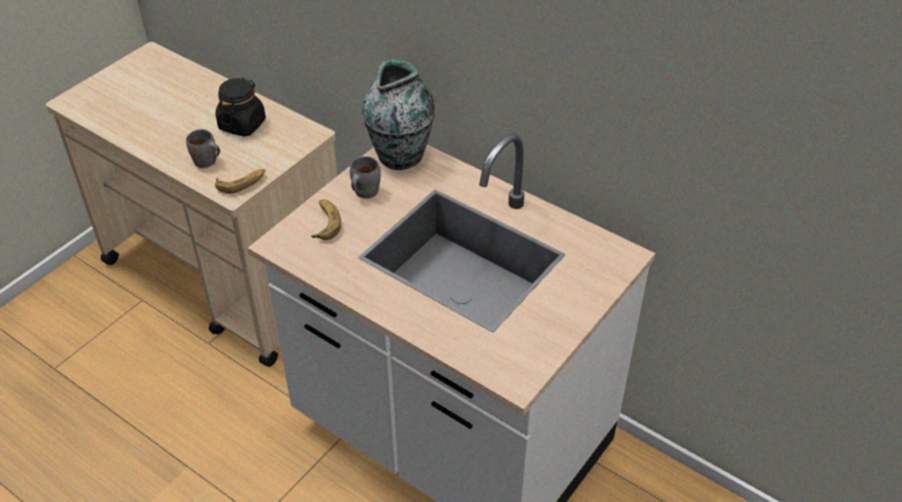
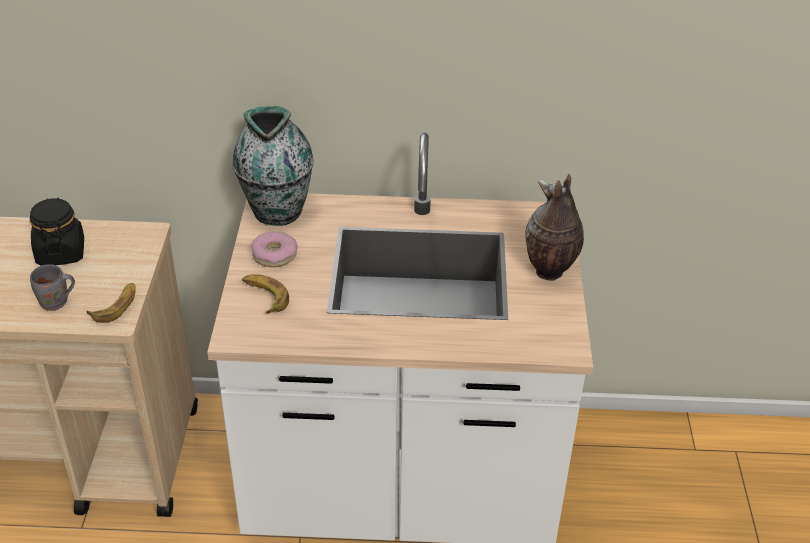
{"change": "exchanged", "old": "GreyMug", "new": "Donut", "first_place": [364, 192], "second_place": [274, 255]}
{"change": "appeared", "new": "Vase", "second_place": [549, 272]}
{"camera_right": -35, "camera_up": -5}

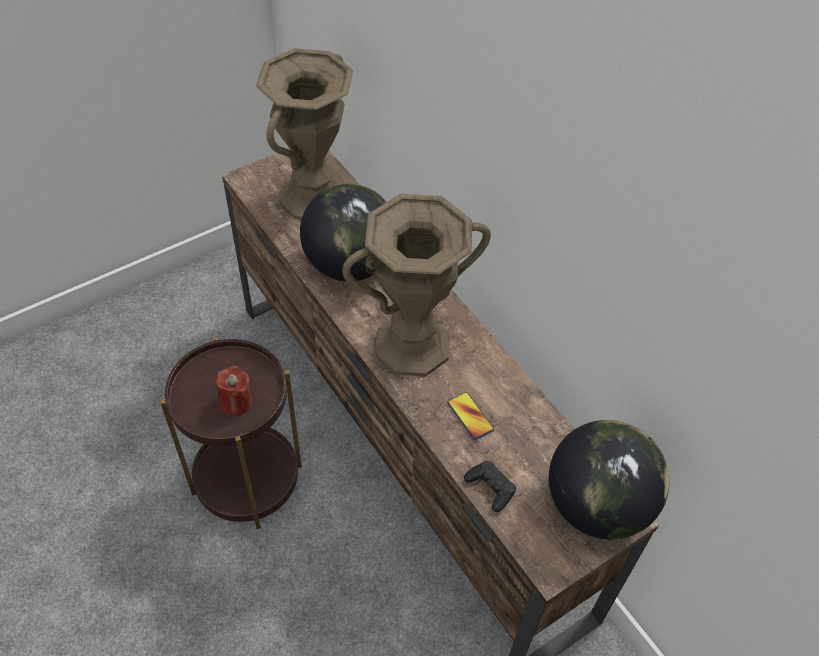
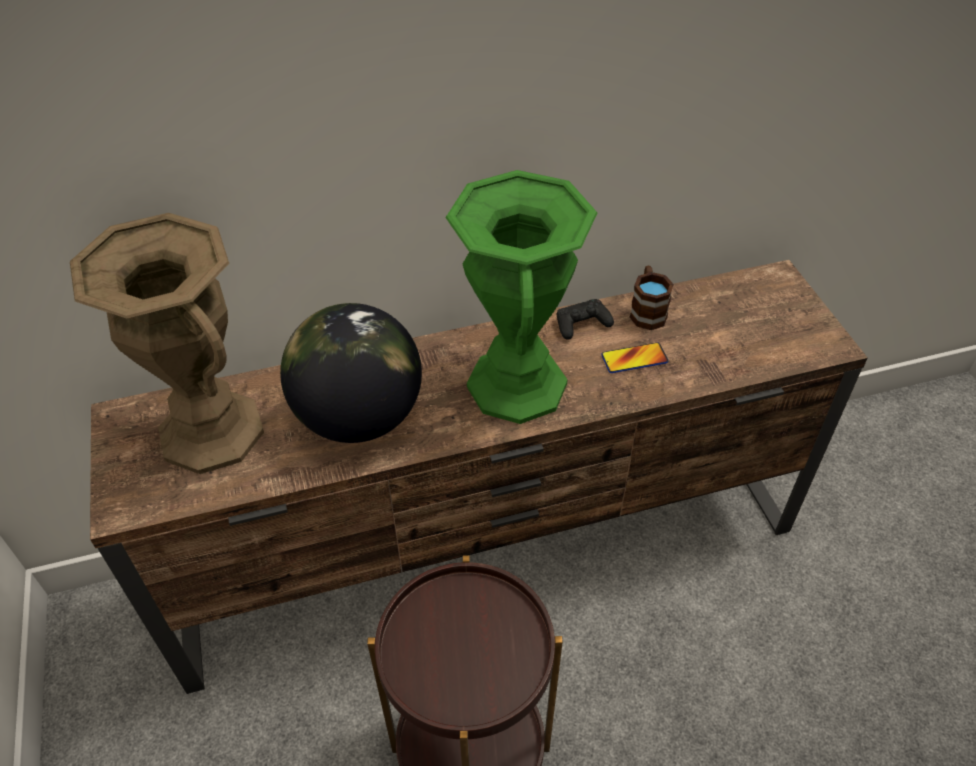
{"change": "missing", "old": "RedCandle", "first_place": [236, 401]}
{"change": "colour", "old": "BrownVase", "new": "GreenVase", "first_place": [412, 345], "second_place": [516, 385]}
{"change": "relocated", "old": "BlackGameController", "first_place": [490, 488], "second_place": [582, 324]}
{"change": "missing", "old": "Globe", "first_place": [597, 505]}
{"change": "appeared", "new": "BrownMug", "second_place": [647, 310]}
{"camera_right": -70, "camera_up": -5}

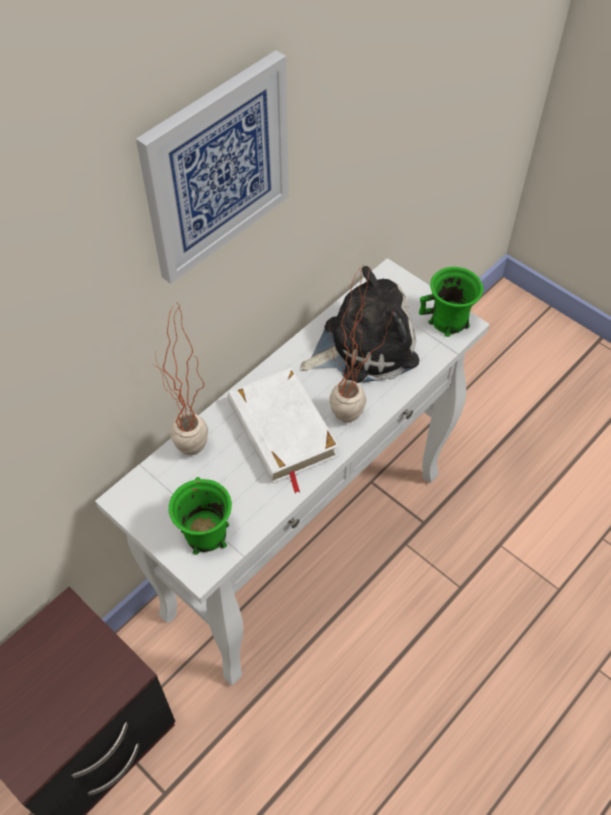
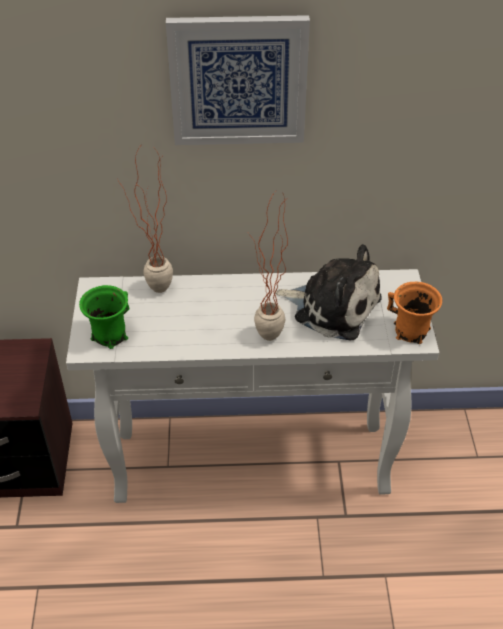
{"change": "missing", "old": "WhiteBook", "first_place": [281, 430]}
{"change": "colour", "old": "GreenMug", "new": "OrangeMug", "first_place": [449, 321], "second_place": [410, 331]}
{"camera_right": 45, "camera_up": -10}

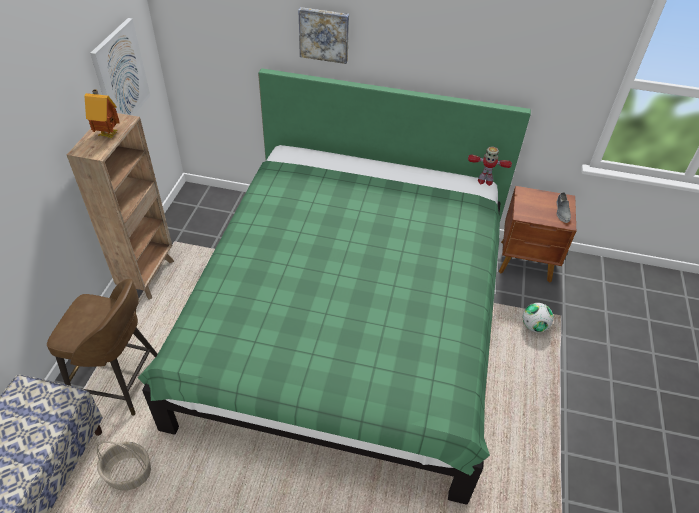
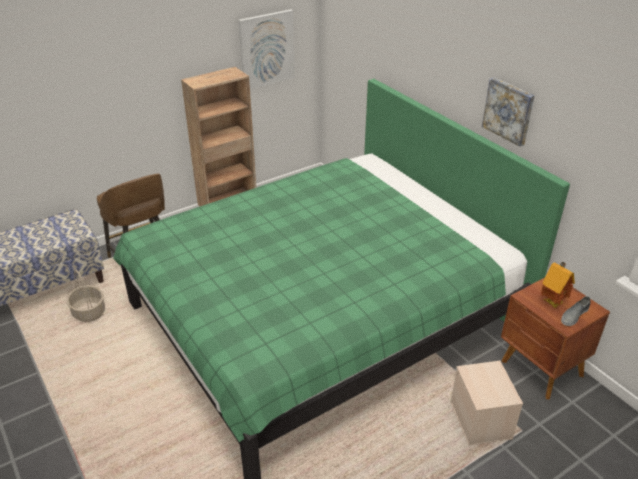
{"change": "relocated", "old": "ToyHouse", "first_place": [108, 134], "second_place": [553, 302]}
{"change": "relocated", "old": "Picture", "first_place": [324, 34], "second_place": [509, 111]}
{"change": "missing", "old": "ToyRobot", "first_place": [484, 181]}
{"change": "exchanged", "old": "Football", "new": "BeigeStorageBox", "first_place": [534, 326], "second_place": [481, 420]}
{"camera_right": 45, "camera_up": -10}

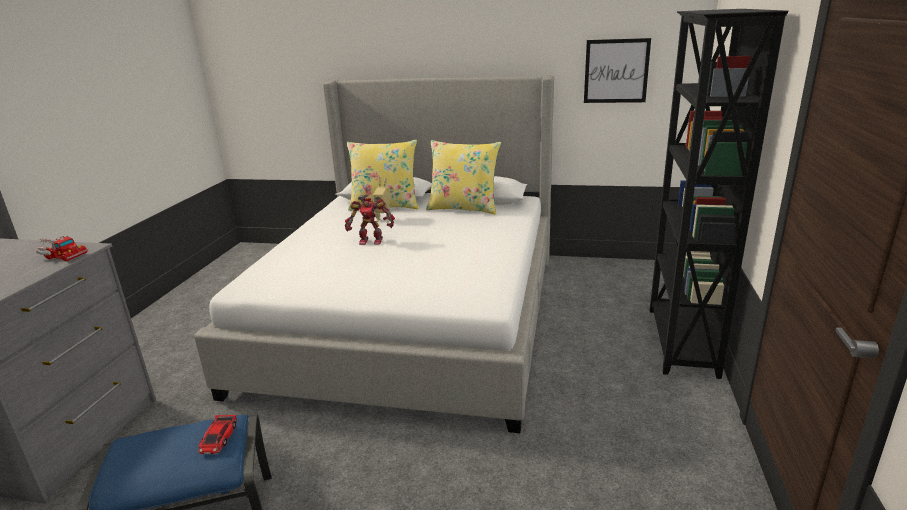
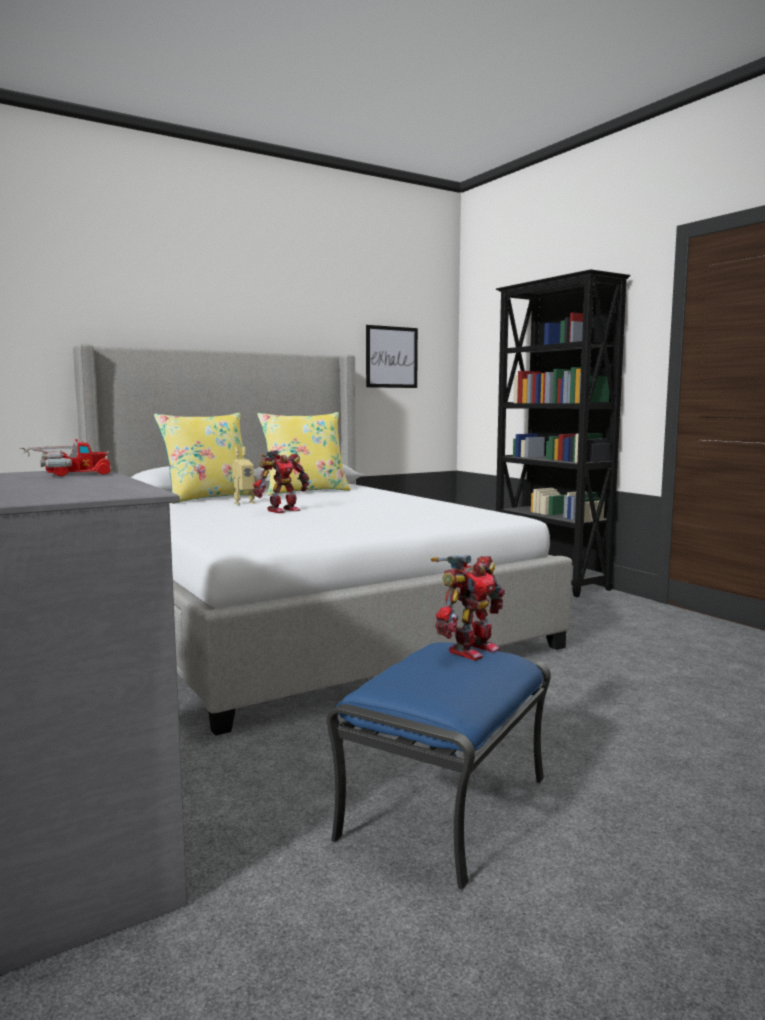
{"change": "exchanged", "old": "ToyCar", "new": "ToyRobot", "first_place": [218, 438], "second_place": [470, 650]}
{"camera_right": -45, "camera_up": -15}

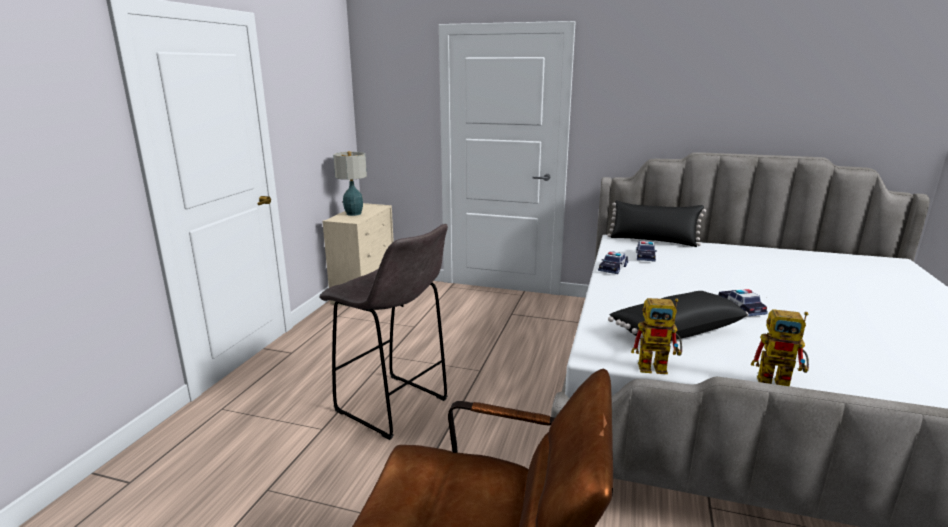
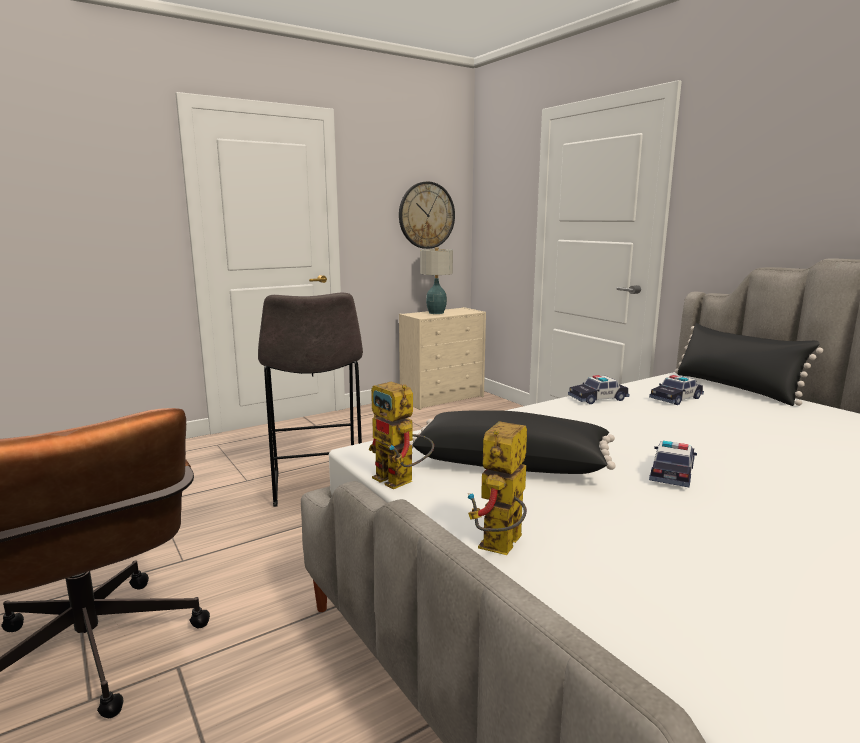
{"change": "spun", "old": "ToyRobot", "first_place": [780, 383], "second_place": [501, 548], "degrees": 60}
{"change": "appeared", "new": "WallClock", "second_place": [426, 215]}
{"camera_right": 40, "camera_up": -5}

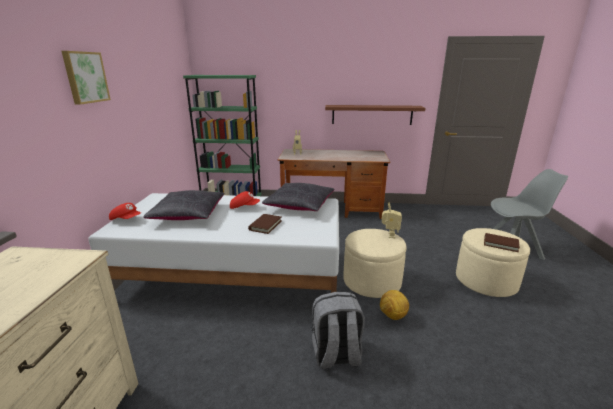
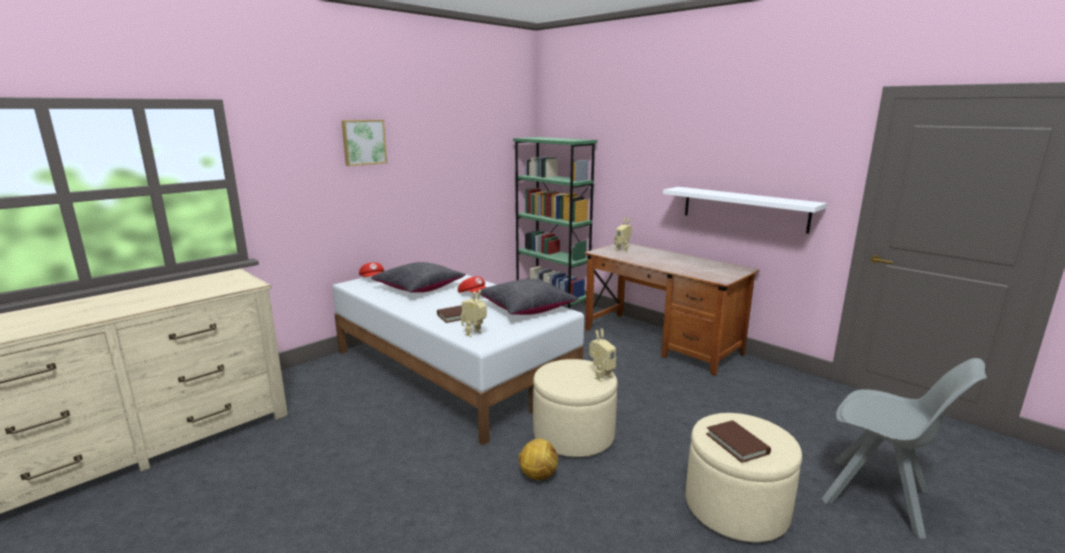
{"change": "missing", "old": "GreyBackpack", "first_place": [336, 355]}
{"change": "colour", "old": "BrownShelf", "new": "WhiteShelf", "first_place": [372, 114], "second_place": [744, 208]}
{"change": "appeared", "new": "ToyRobot", "second_place": [475, 334]}
{"camera_right": 40, "camera_up": -5}

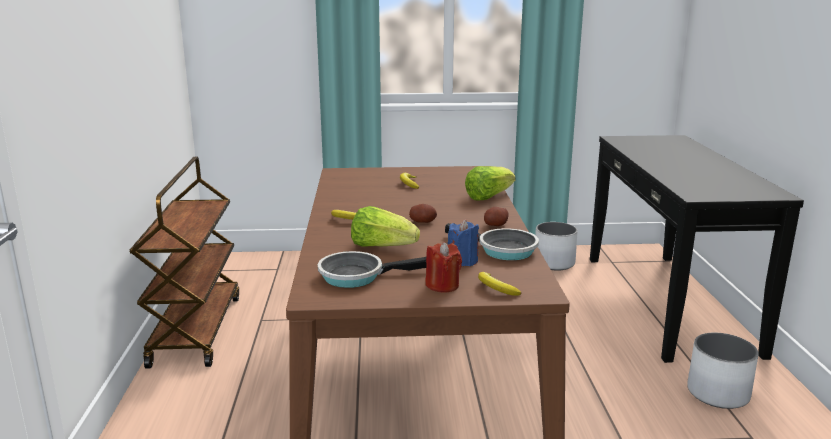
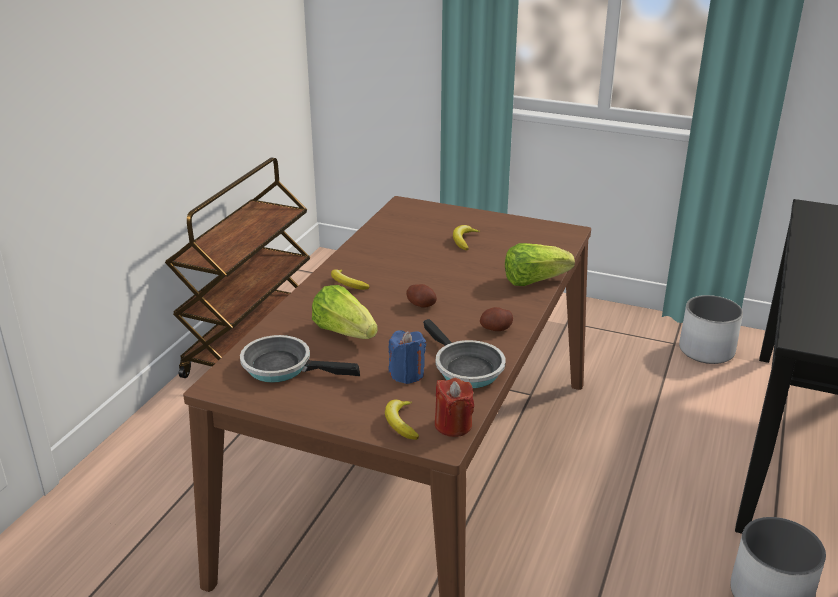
{"change": "relocated", "old": "RedCandle", "first_place": [442, 285], "second_place": [453, 425]}
{"camera_right": 25, "camera_up": 10}

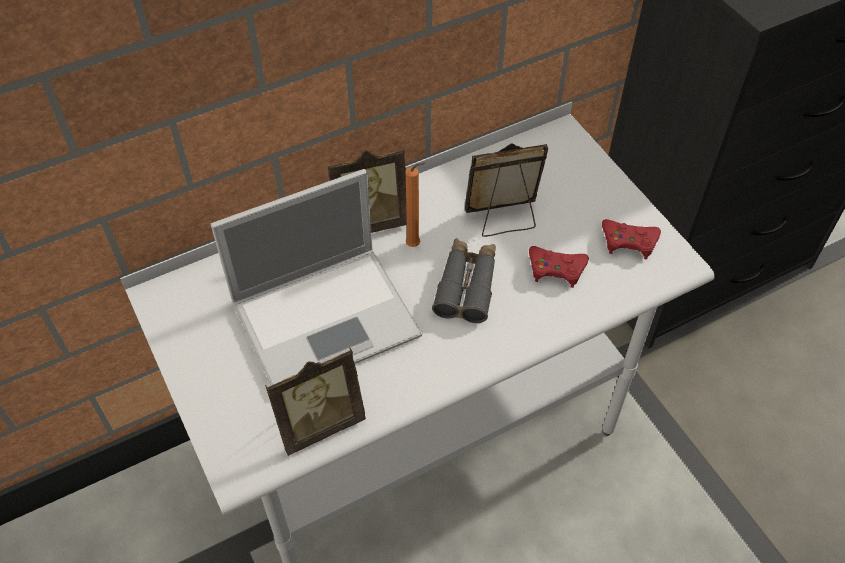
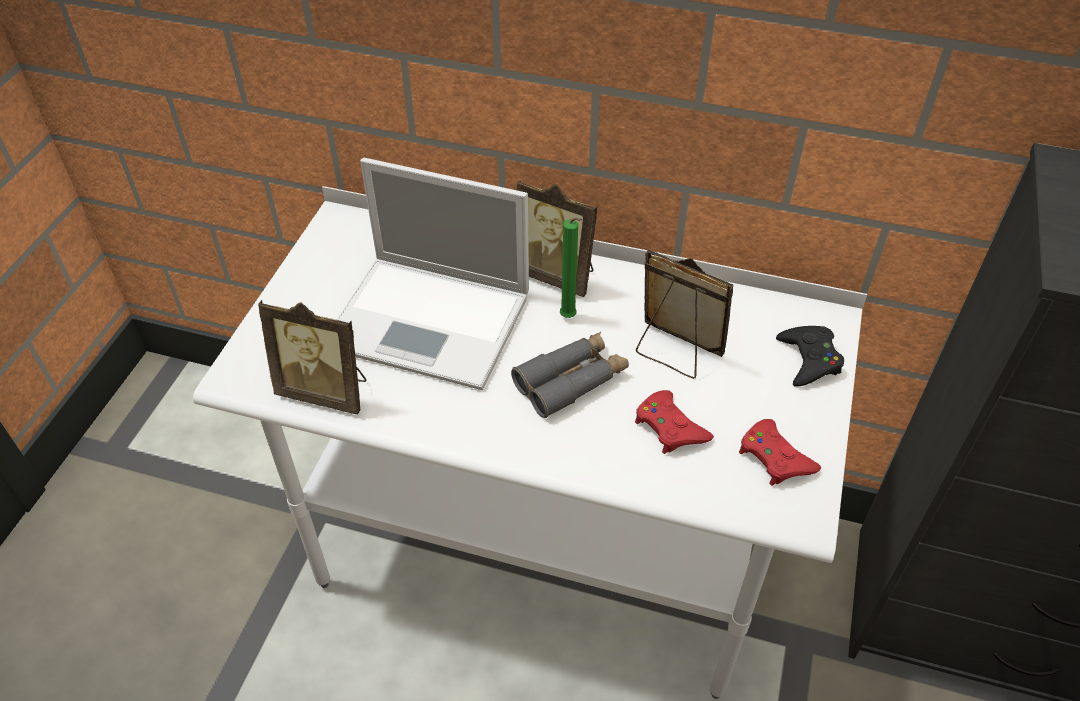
{"change": "colour", "old": "OrangeCandle", "new": "GreenCandle", "first_place": [415, 245], "second_place": [569, 318]}
{"change": "appeared", "new": "BlackGameController", "second_place": [809, 360]}
{"camera_right": 45, "camera_up": -5}

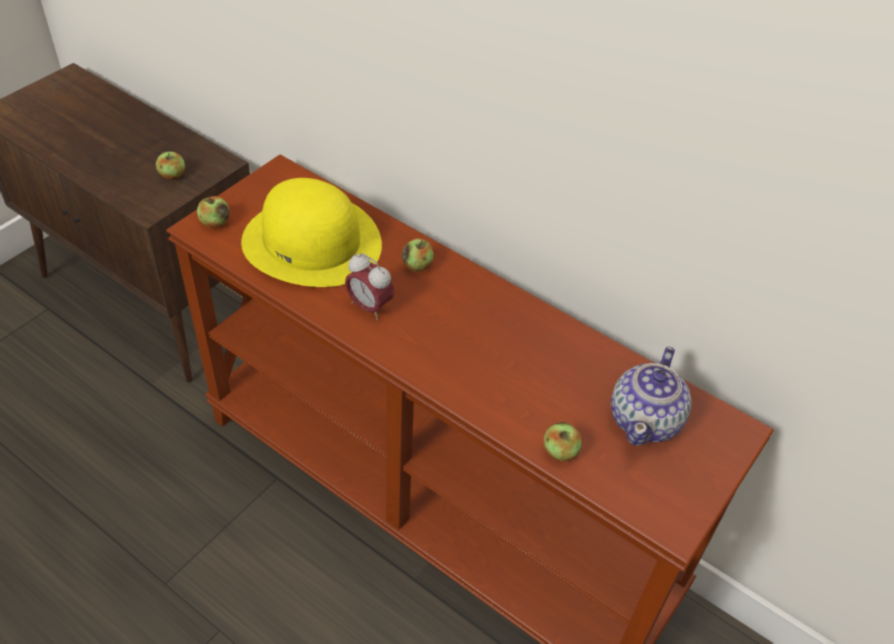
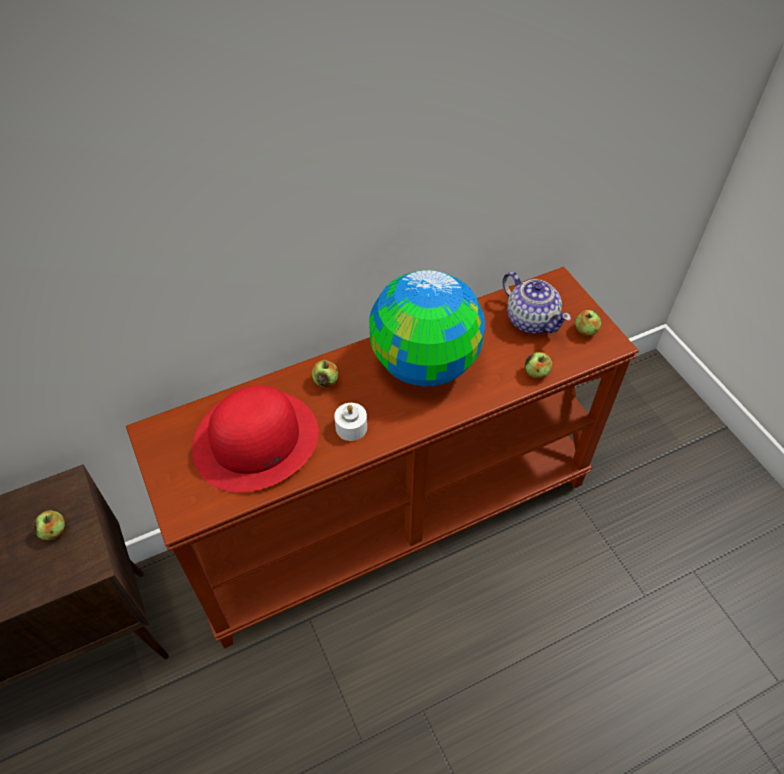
{"change": "relocated", "old": "Apple", "first_place": [215, 223], "second_place": [585, 331]}
{"change": "colour", "old": "YellowHat", "new": "RedHat", "first_place": [312, 242], "second_place": [256, 439]}
{"change": "exchanged", "old": "AlarmClock", "new": "WhiteCandle", "first_place": [369, 307], "second_place": [351, 427]}
{"change": "appeared", "new": "Globe", "second_place": [425, 364]}
{"camera_right": -60, "camera_up": 5}

